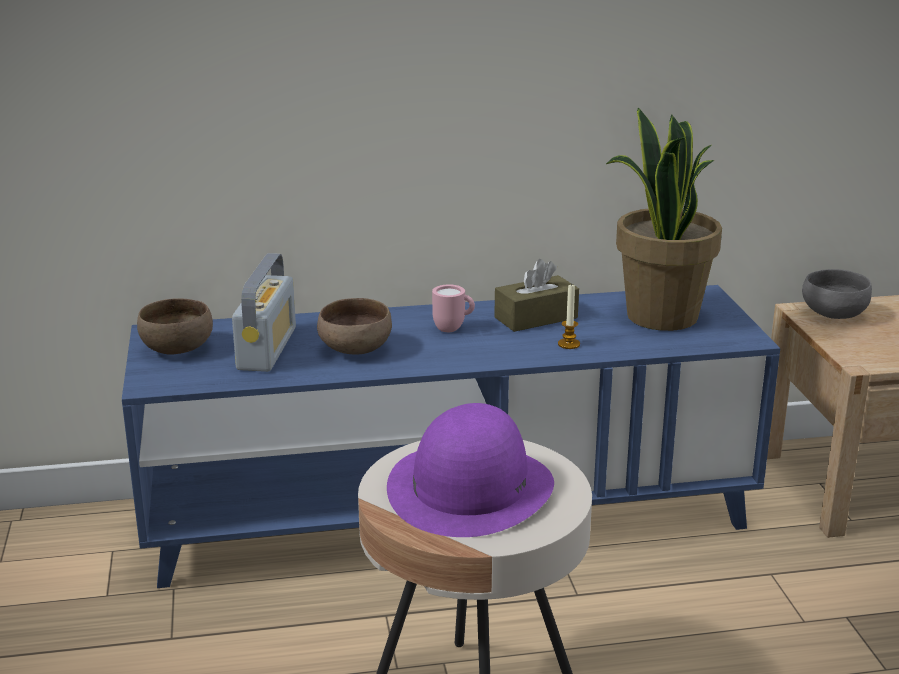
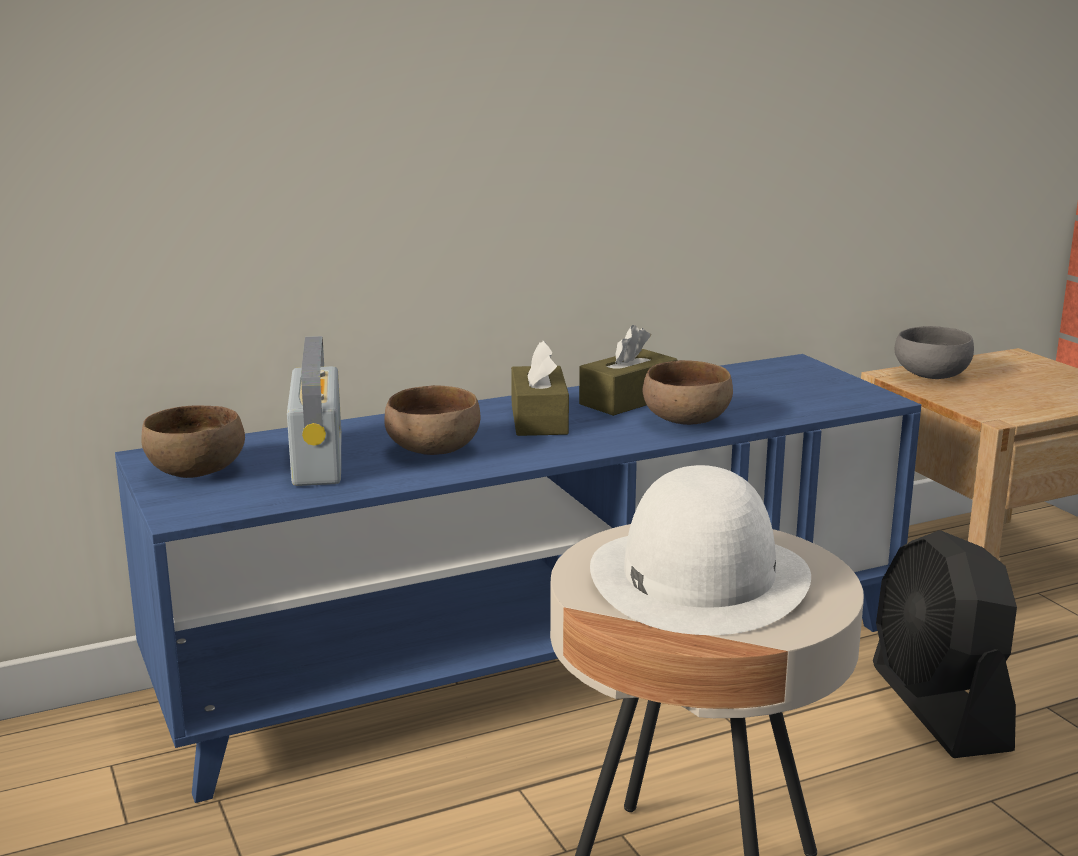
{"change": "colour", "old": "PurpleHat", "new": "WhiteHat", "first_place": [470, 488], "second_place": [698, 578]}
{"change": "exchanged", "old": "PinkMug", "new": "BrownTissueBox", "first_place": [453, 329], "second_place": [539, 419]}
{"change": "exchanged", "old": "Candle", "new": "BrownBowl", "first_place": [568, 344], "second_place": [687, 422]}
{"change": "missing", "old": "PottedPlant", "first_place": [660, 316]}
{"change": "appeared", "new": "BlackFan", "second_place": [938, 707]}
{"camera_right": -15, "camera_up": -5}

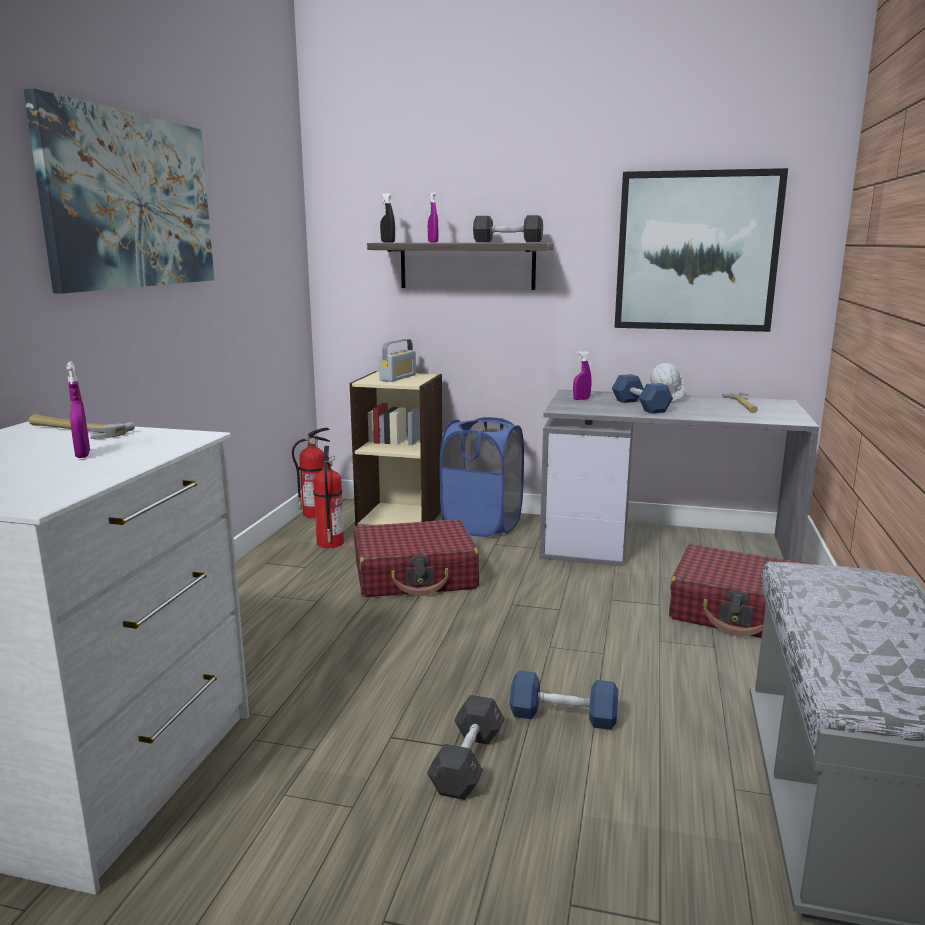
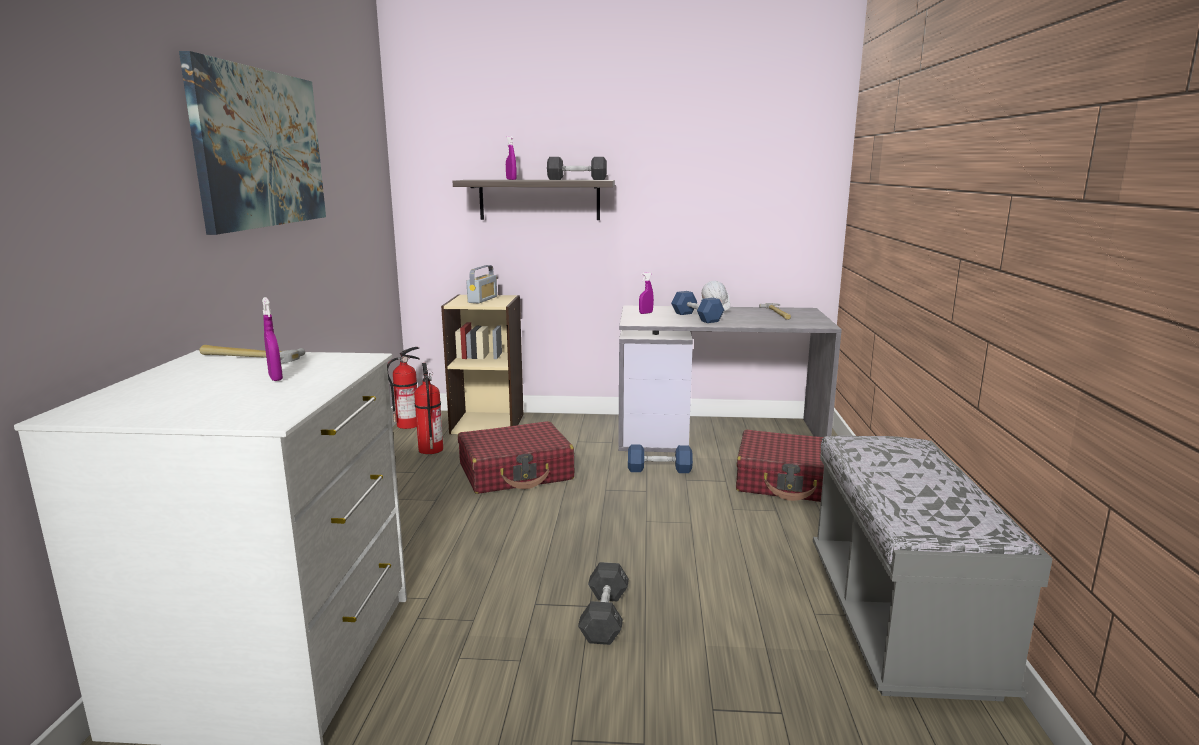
{"change": "missing", "old": "BlackSprayBottle", "first_place": [388, 242]}
{"change": "missing", "old": "BlueLaundryBasket", "first_place": [482, 525]}
{"change": "relocated", "old": "BlueDumbbell", "first_place": [563, 716], "second_place": [659, 469]}
{"change": "missing", "old": "Picture", "first_place": [696, 252]}
{"camera_right": -10, "camera_up": 0}

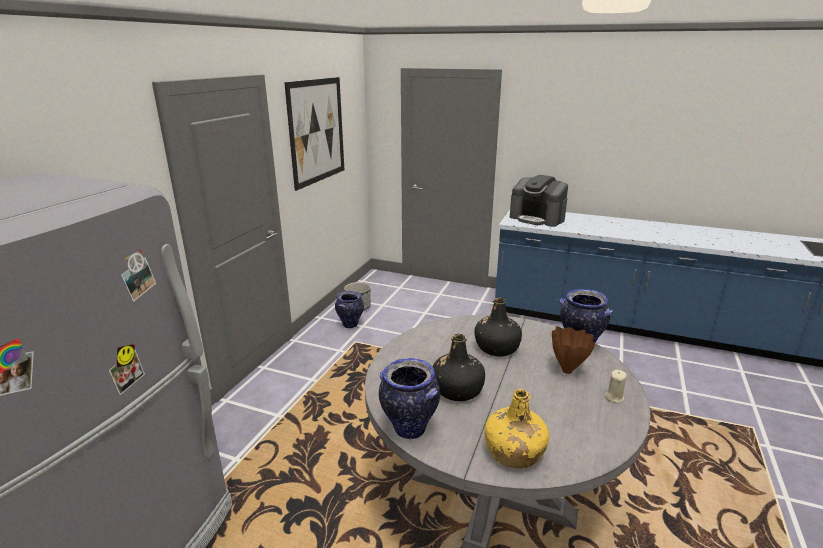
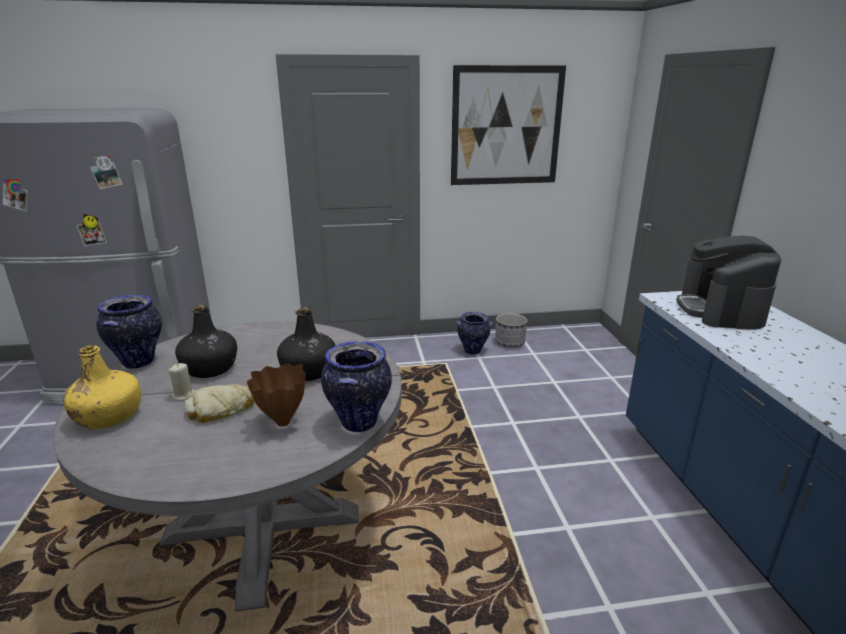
{"change": "relocated", "old": "BeigeCandle", "first_place": [613, 397], "second_place": [184, 395]}
{"change": "appeared", "new": "Bread", "second_place": [221, 409]}
{"camera_right": 60, "camera_up": 0}

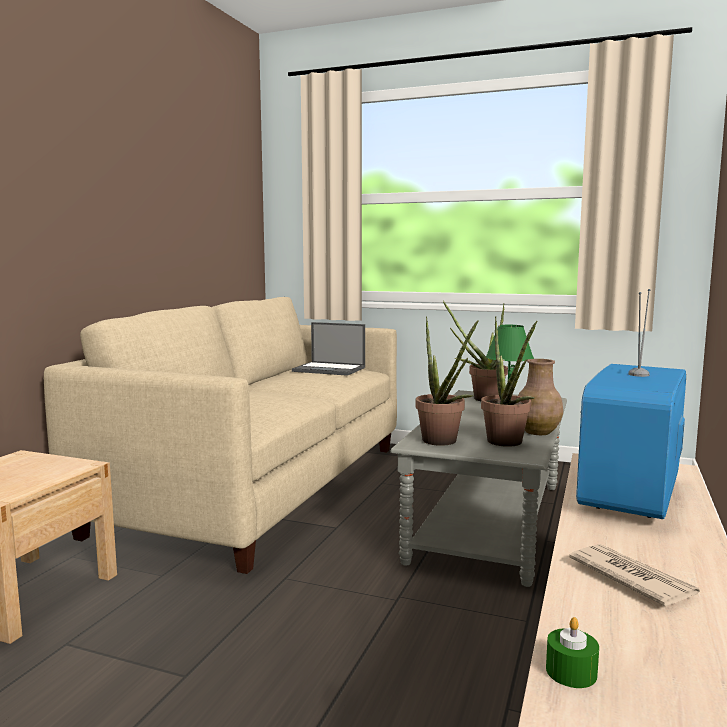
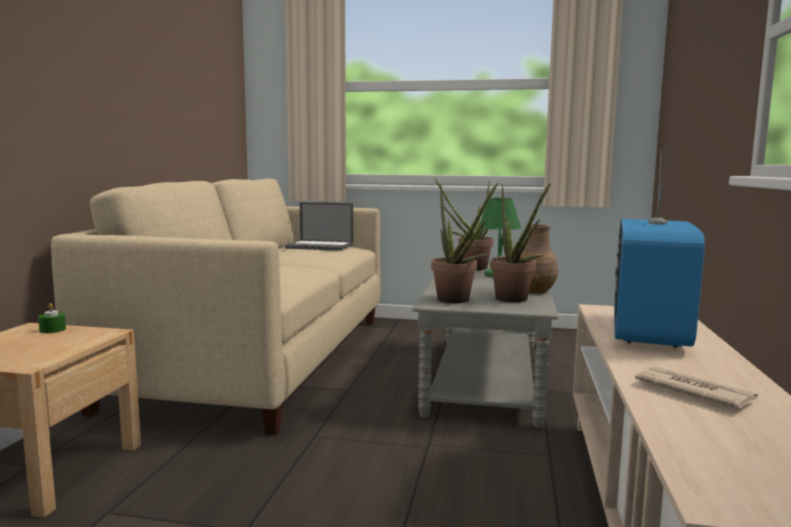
{"change": "relocated", "old": "GreenCandle", "first_place": [571, 672], "second_place": [52, 330]}
{"camera_right": -10, "camera_up": 0}

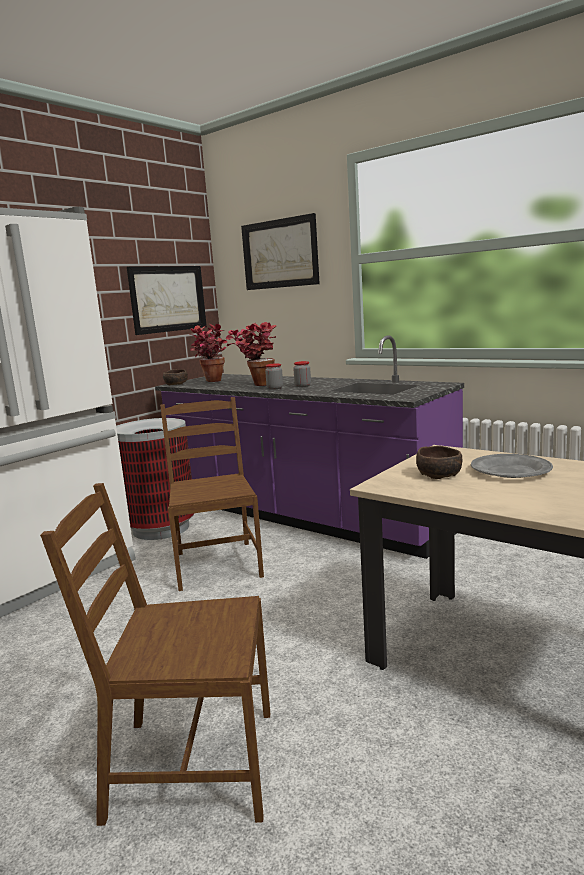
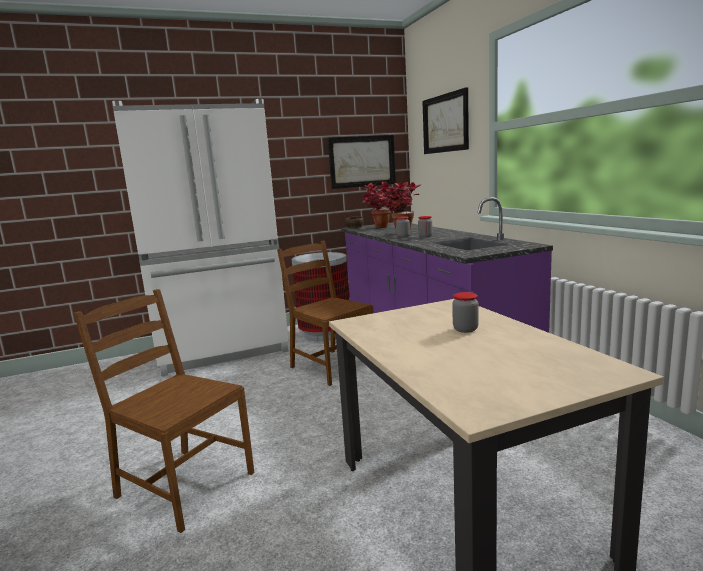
{"change": "spun", "old": "BrownChair", "first_place": [217, 564], "second_place": [331, 366], "degrees": -60}
{"change": "missing", "old": "BrownBowl", "first_place": [440, 475]}
{"change": "exchanged", "old": "GreyPlate", "new": "Jar", "first_place": [510, 470], "second_place": [465, 329]}
{"camera_right": 30, "camera_up": 0}

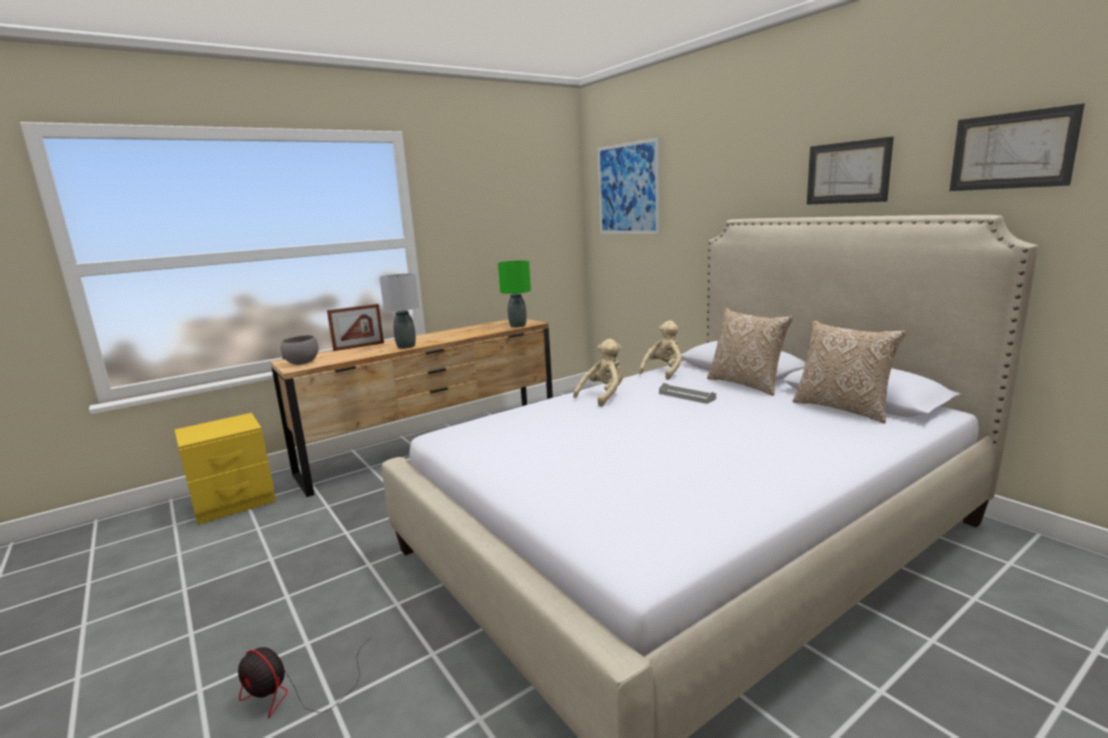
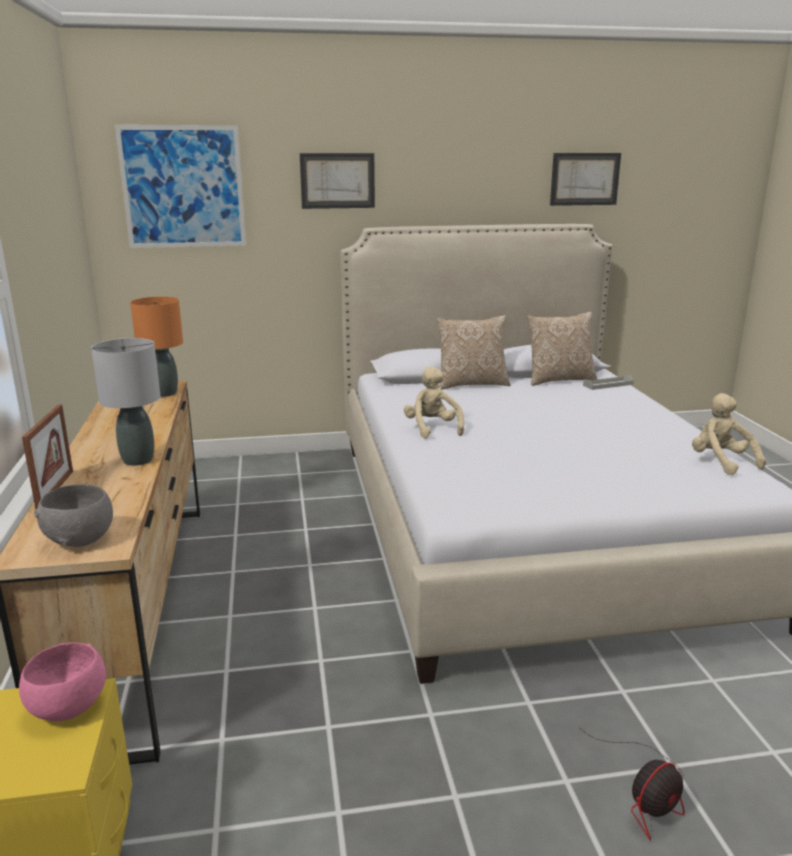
{"change": "colour", "old": "GreenTableLamp", "new": "OrangeTableLamp", "first_place": [518, 325], "second_place": [165, 393]}
{"change": "relocated", "old": "BeigePlushToy", "first_place": [664, 372], "second_place": [721, 462]}
{"change": "relocated", "old": "GreyTray", "first_place": [686, 396], "second_place": [608, 385]}
{"change": "relocated", "old": "Picture", "first_place": [847, 172], "second_place": [337, 180]}
{"change": "appeared", "new": "PinkBowl", "second_place": [67, 708]}
{"camera_right": -65, "camera_up": 5}

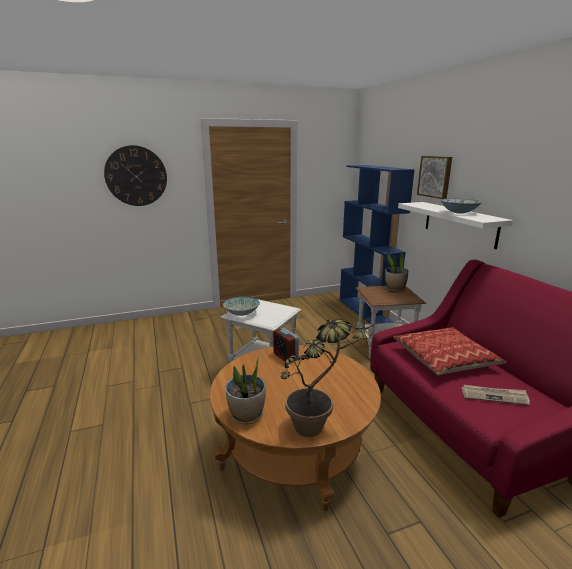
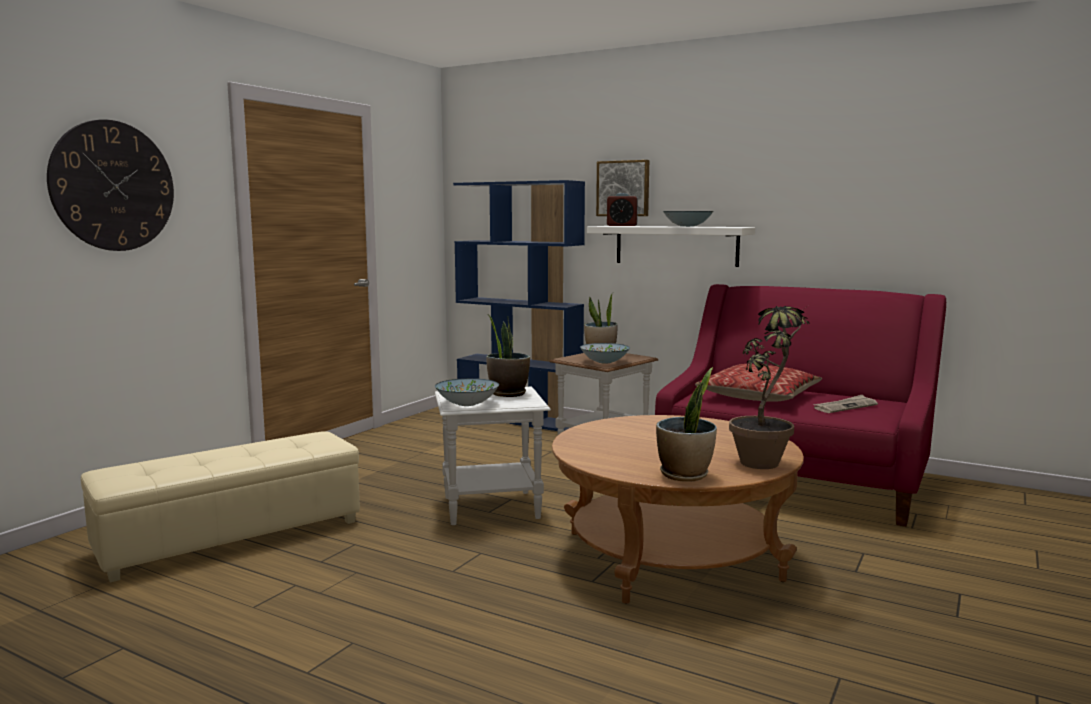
{"change": "relocated", "old": "AlarmClock", "first_place": [285, 356], "second_place": [622, 225]}
{"change": "appeared", "new": "BeigeOttoman", "second_place": [232, 536]}
{"change": "appeared", "new": "PottedPlant", "second_place": [508, 393]}
{"change": "appeared", "new": "Bowl", "second_place": [604, 362]}
{"camera_right": -40, "camera_up": -10}

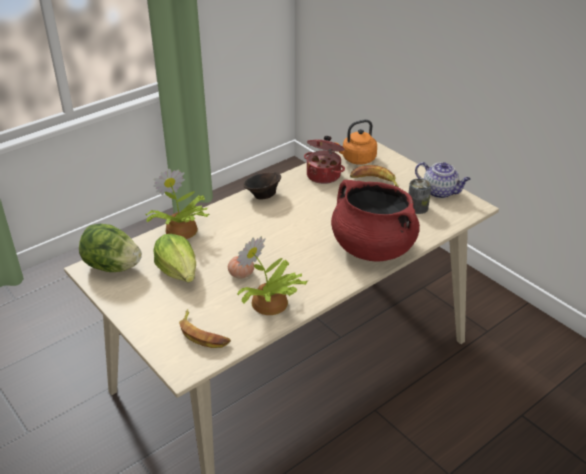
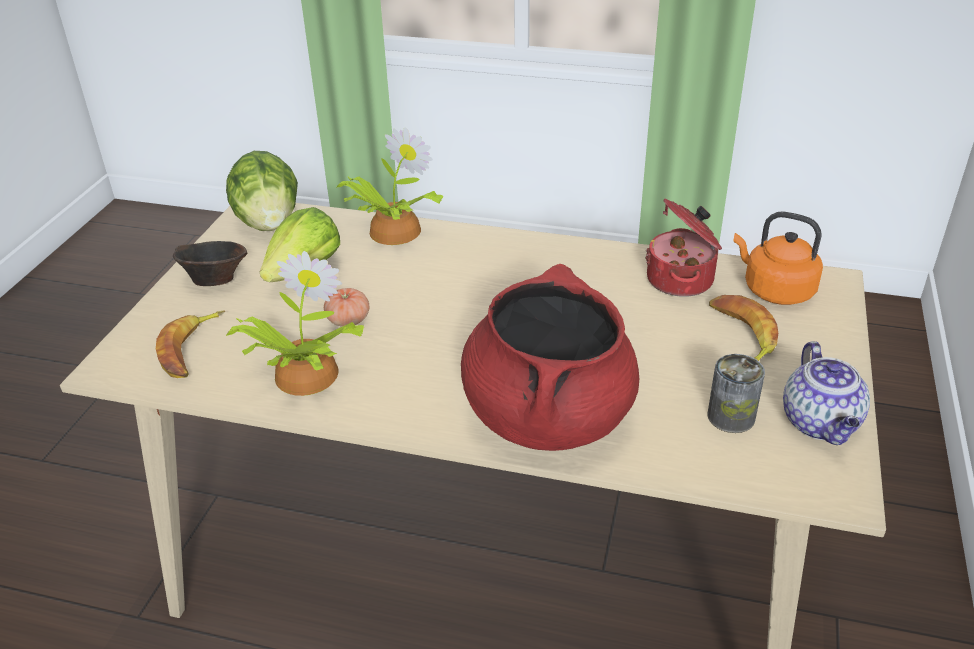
{"change": "relocated", "old": "BrownBowl", "first_place": [262, 196], "second_place": [215, 280]}
{"camera_right": 55, "camera_up": 0}

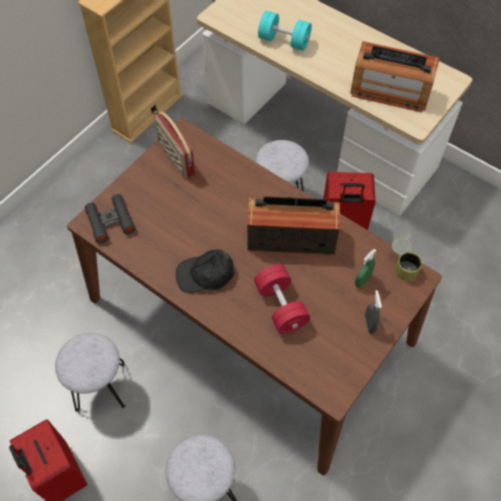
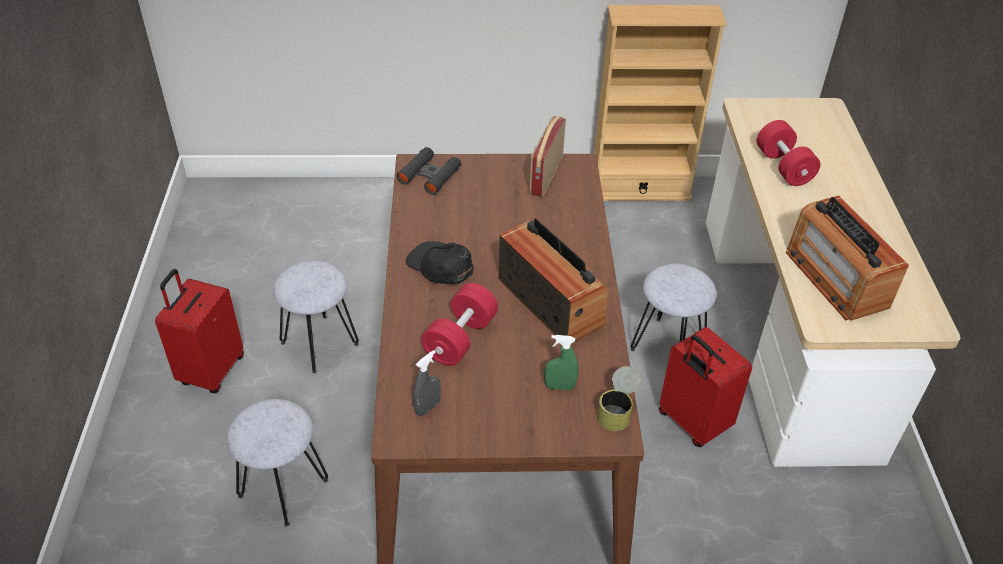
{"change": "colour", "old": "TurquoiseDumbbell", "new": "RedDumbbell", "first_place": [284, 41], "second_place": [783, 167]}
{"change": "relocated", "old": "GreySprayBottle", "first_place": [369, 324], "second_place": [427, 407]}
{"camera_right": 50, "camera_up": -15}

